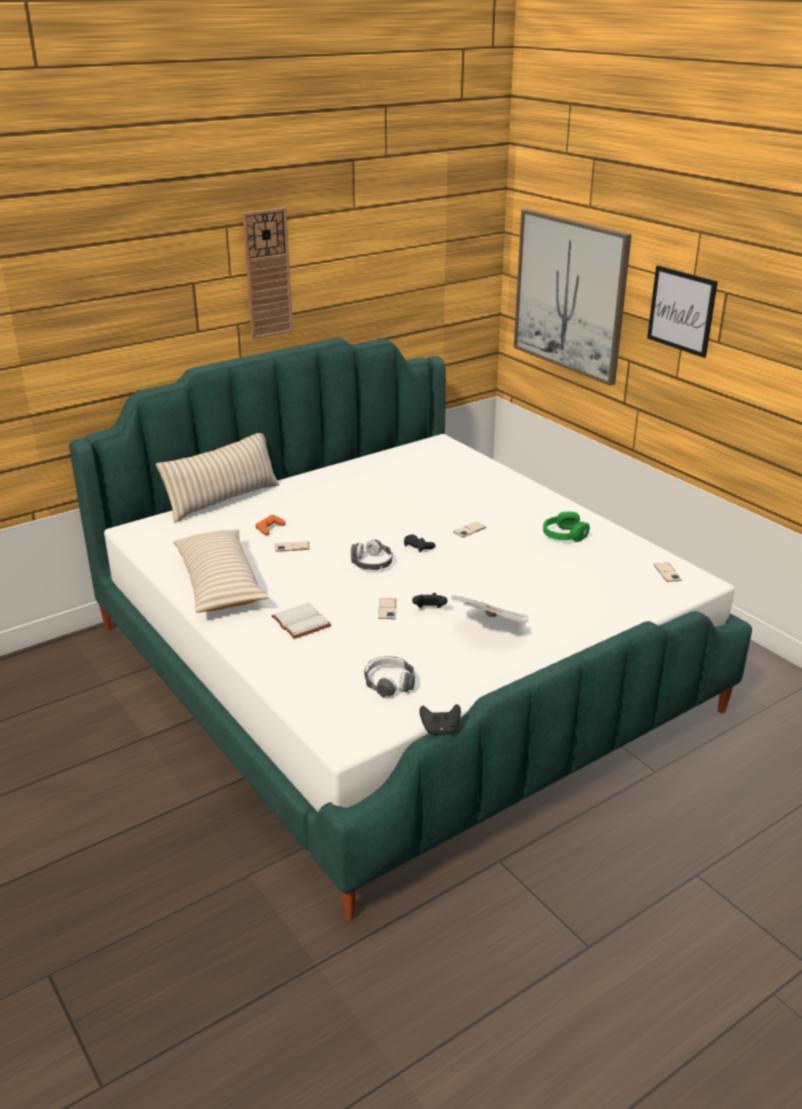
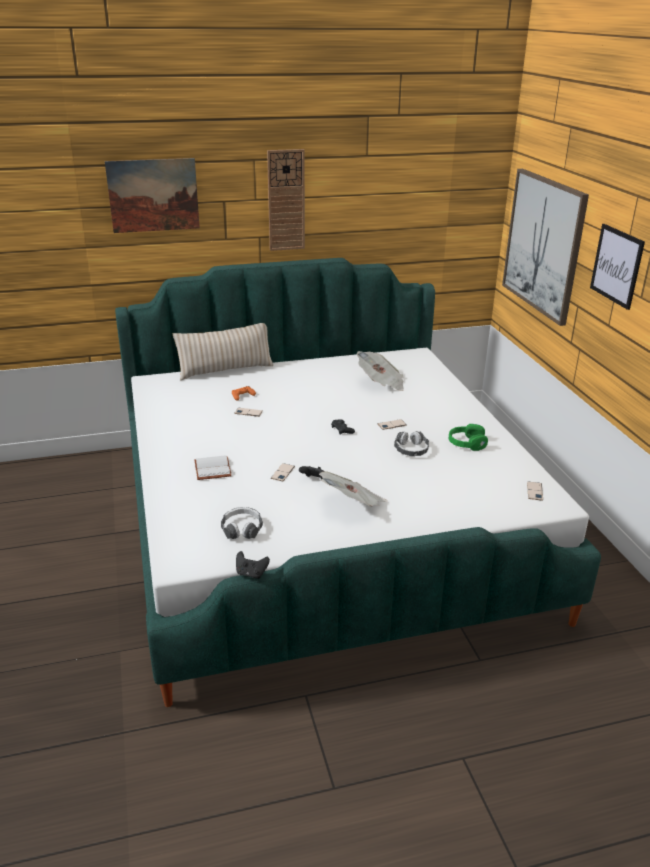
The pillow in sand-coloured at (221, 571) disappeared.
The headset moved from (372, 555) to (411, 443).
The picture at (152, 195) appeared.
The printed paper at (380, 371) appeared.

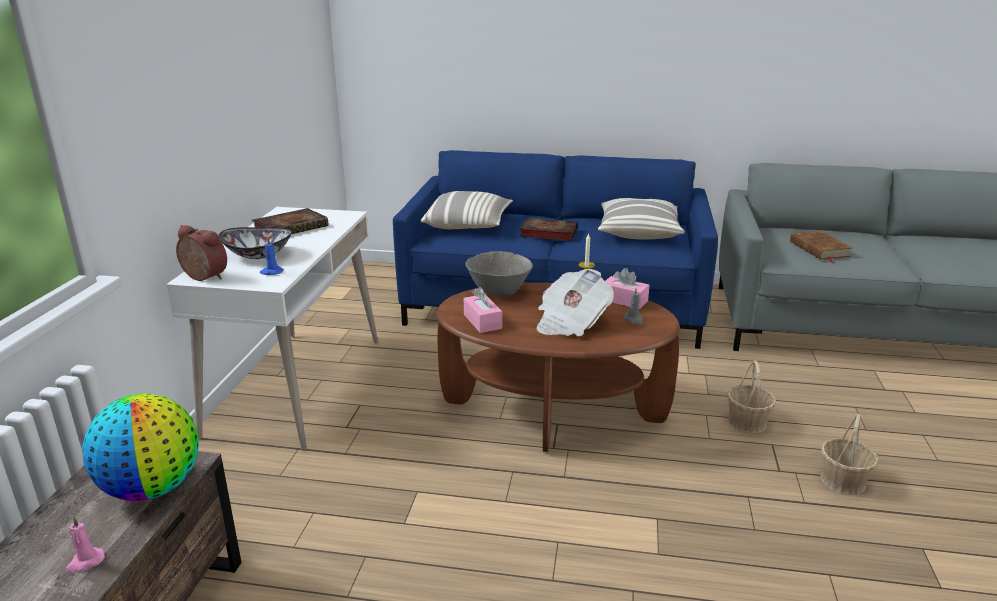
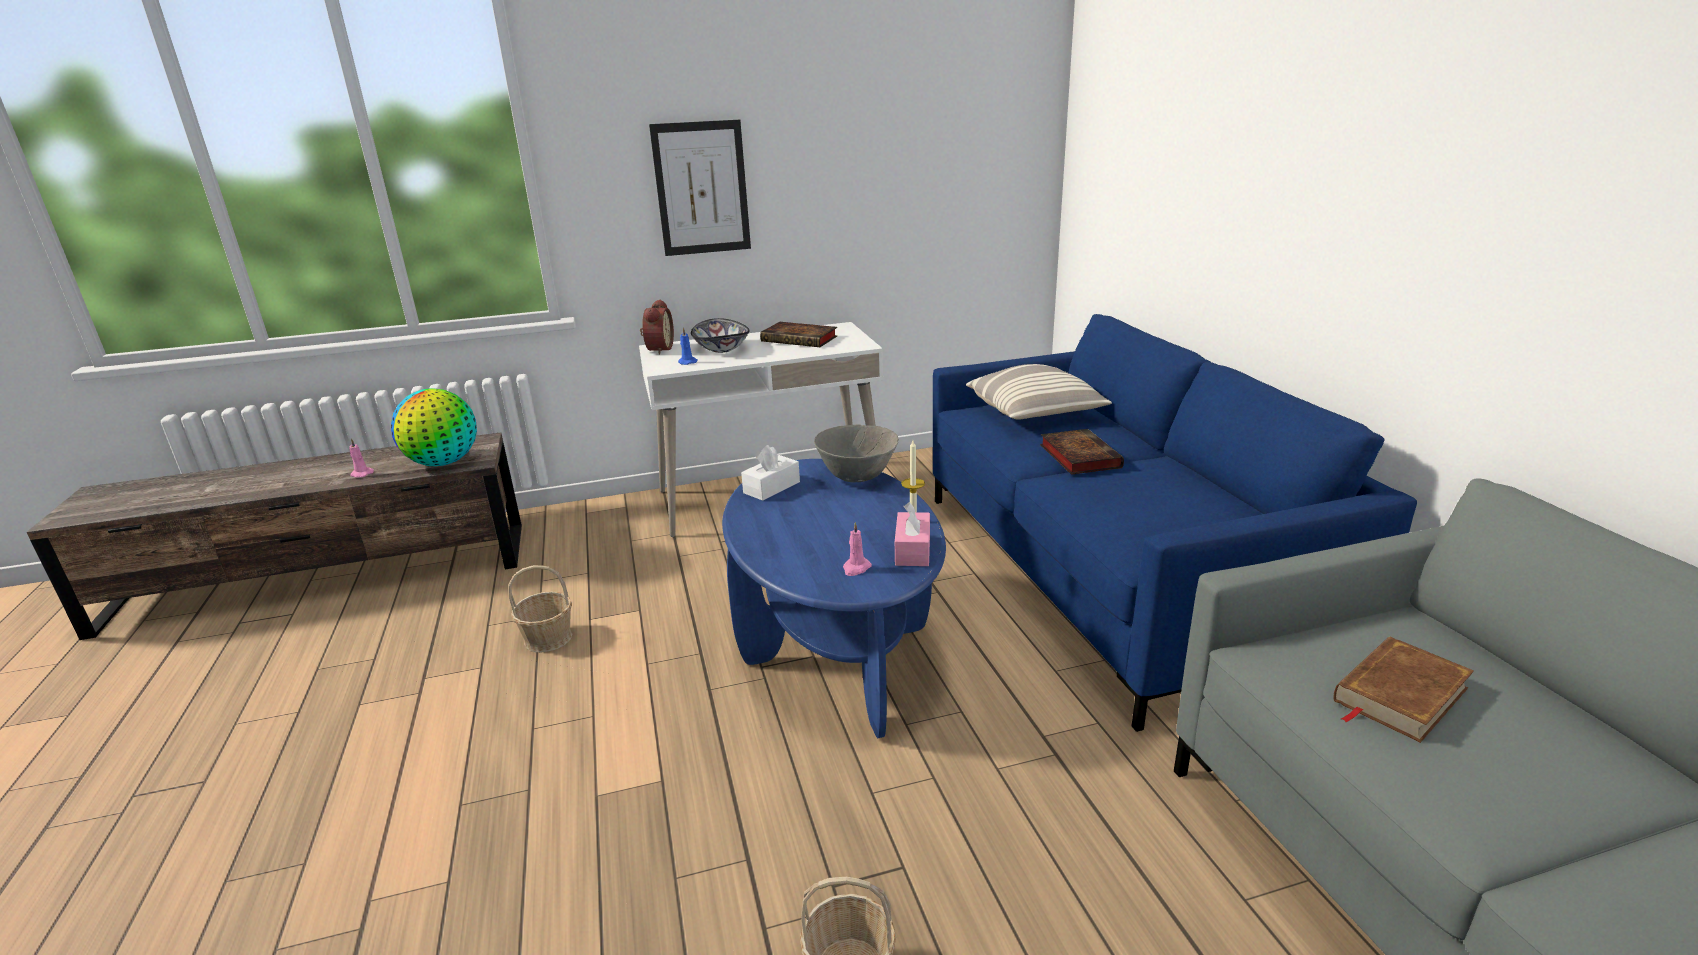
The coffee table in brown at (558, 367) became the coffee table in blue-coloured at (834, 598).
The tissue holder in pink at (483, 310) became the tissue holder in whitish at (770, 473).
The printed paper at (575, 302) disappeared.
The pillow at (641, 219) disappeared.
The candle in greyish at (633, 306) became the candle in pink at (857, 549).
The storage basket moved from (751, 397) to (540, 609).
The picture at (700, 188) appeared.

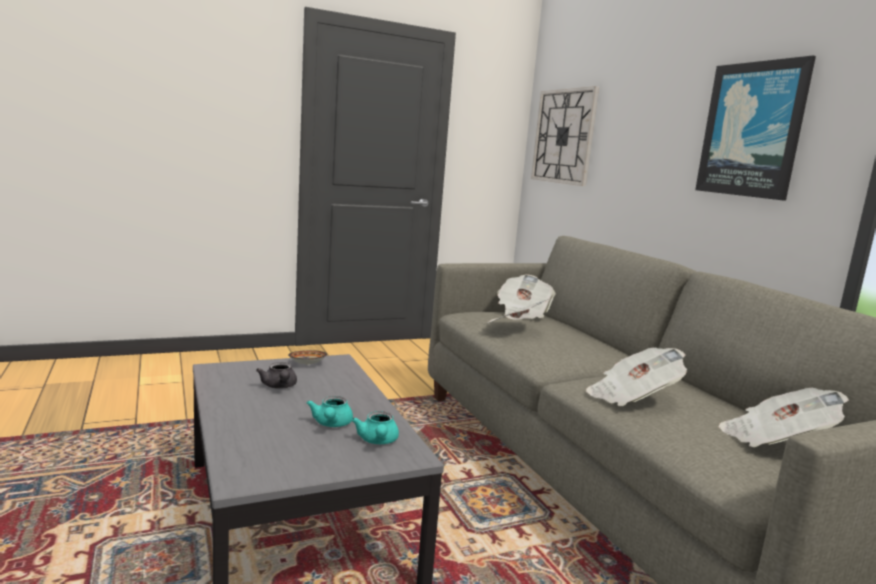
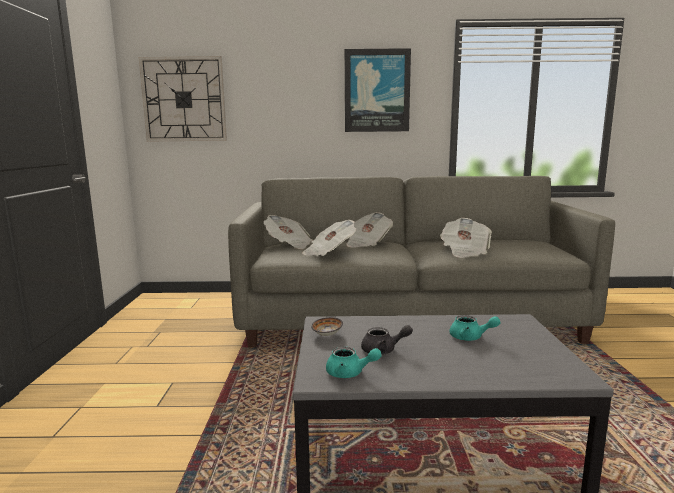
The teapot in blue-green moved from (375, 427) to (354, 362).
The printed paper moved from (784, 417) to (369, 230).

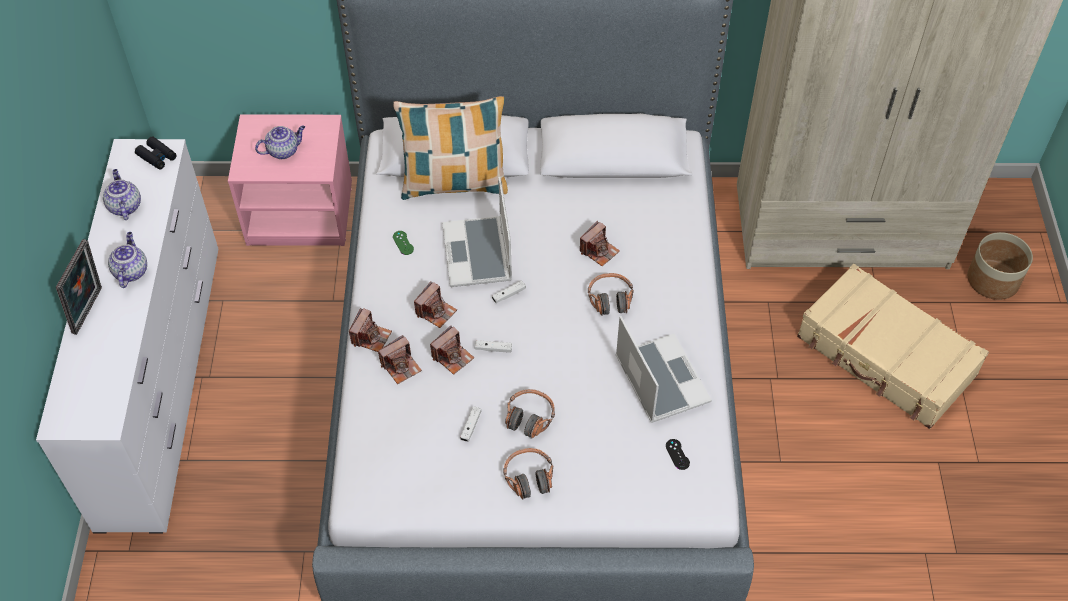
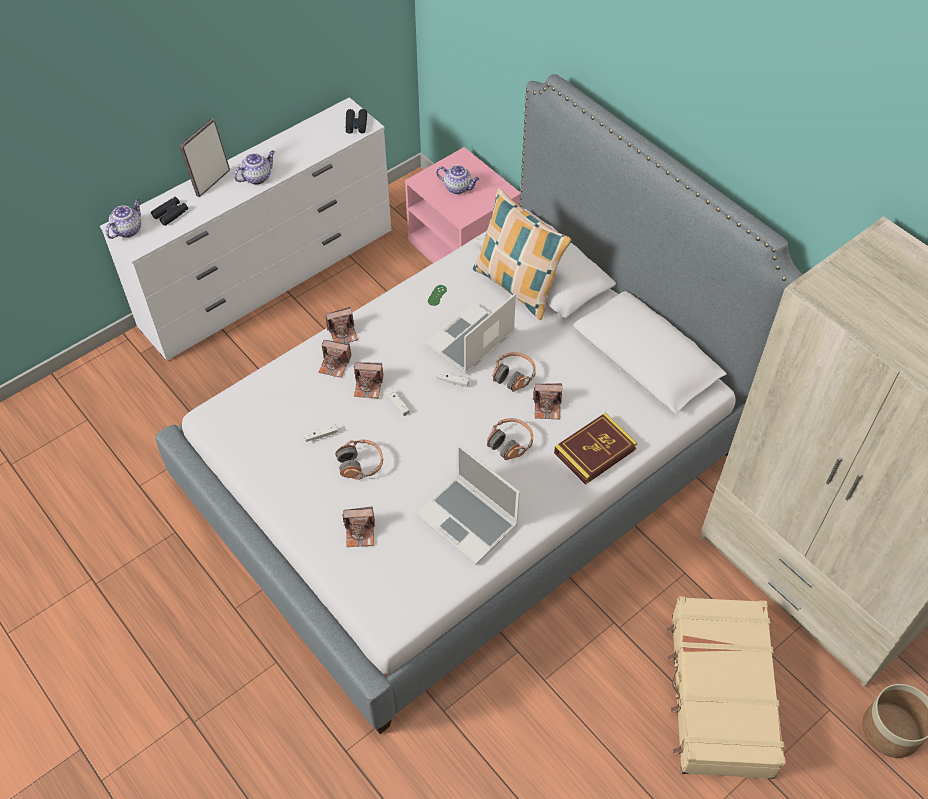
The picture frame at (79, 287) turned 150 degrees clockwise.
The teapot moved from (122, 194) to (123, 219).
The still camera moved from (435, 305) to (358, 527).
The headset moved from (528, 473) to (514, 372).
The laptop at (664, 369) turned 105 degrees clockwise.
The joypad in black at (678, 454) disappeared.
The field glasses in black at (169, 211) appeared.
The bound book at (595, 449) appeared.

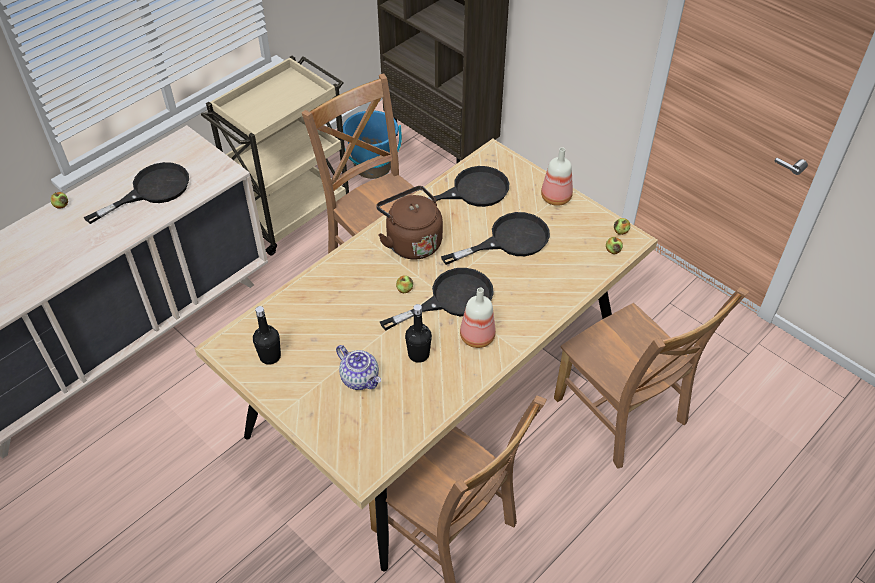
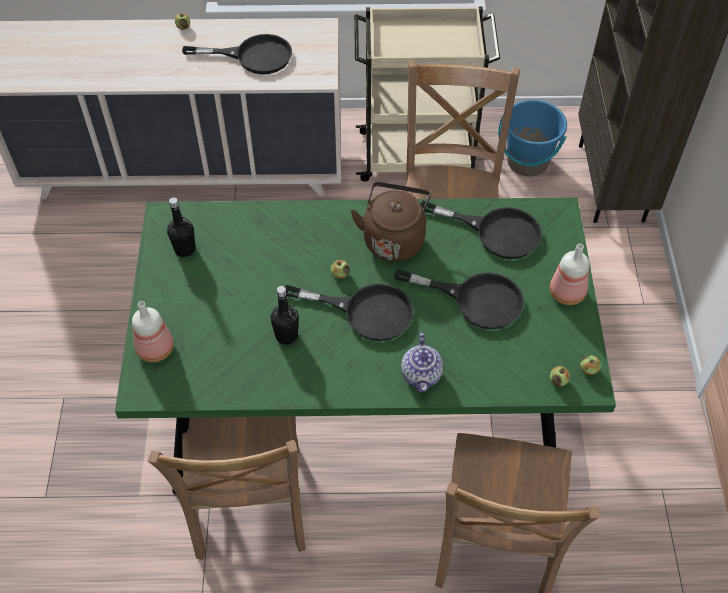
The dining table in sand-coloured at (426, 355) became the dining table in greenish at (365, 346).
The teapot moved from (358, 367) to (422, 363).
The drink bottle moved from (478, 318) to (153, 331).

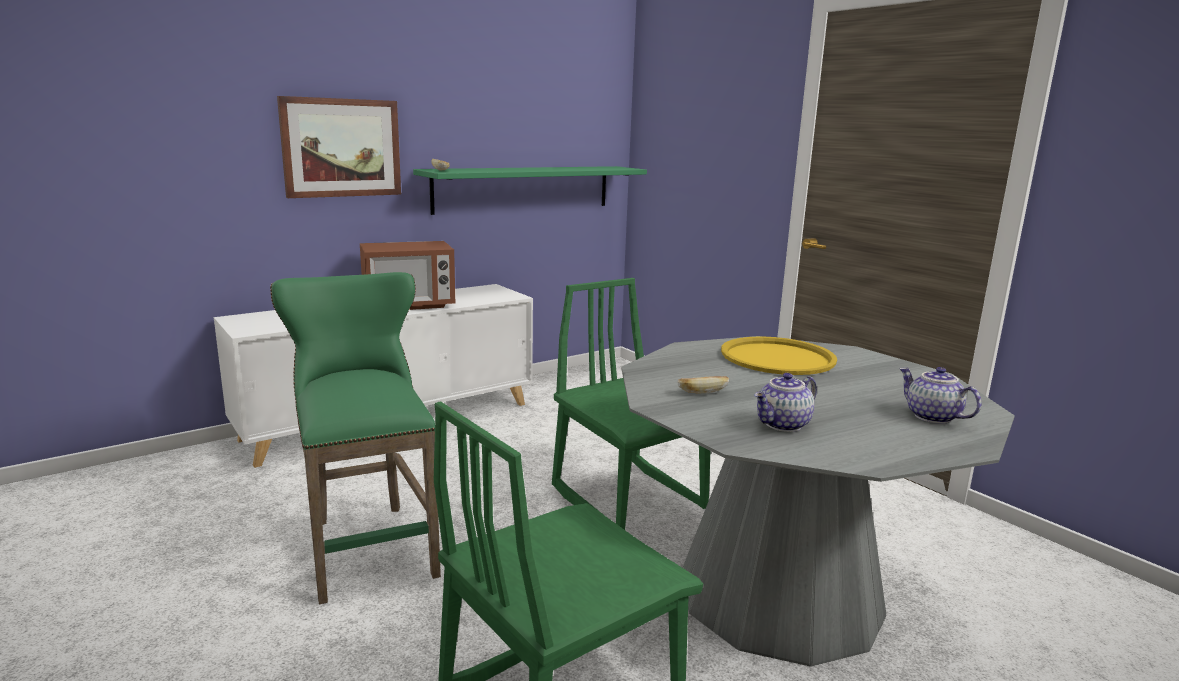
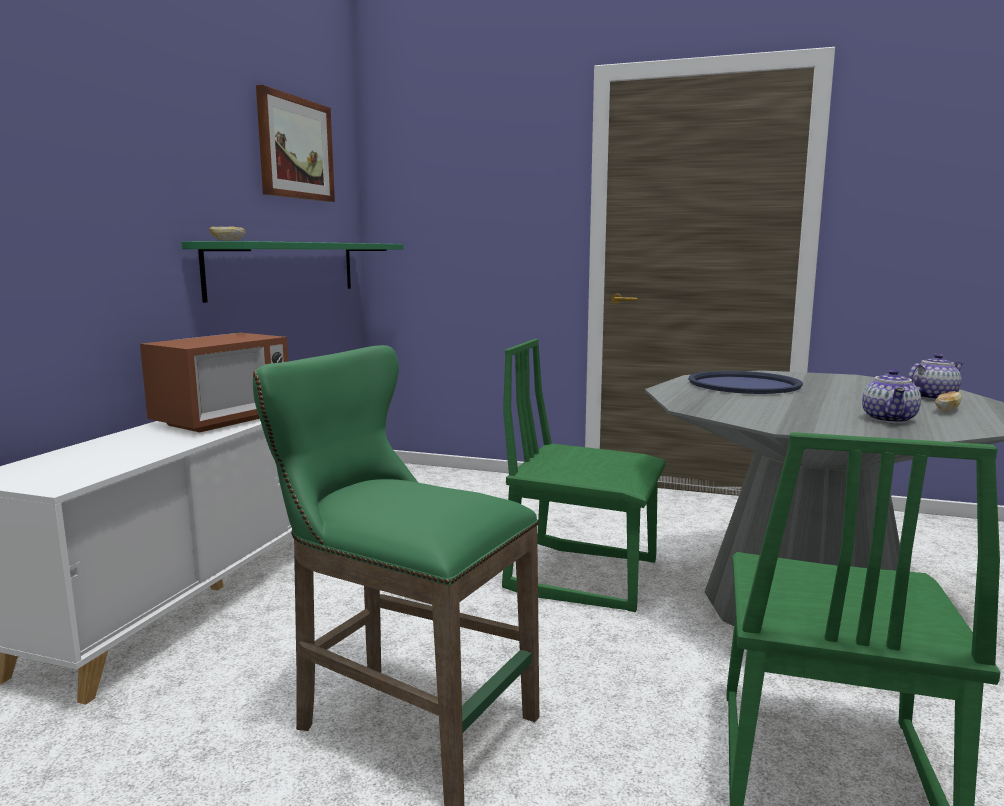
The picture moved from (339, 147) to (295, 143).
The bread moved from (703, 384) to (948, 401).
The serving tray in yellow at (779, 355) became the serving tray in blue-coloured at (746, 382).
The teapot at (940, 395) turned 135 degrees clockwise.

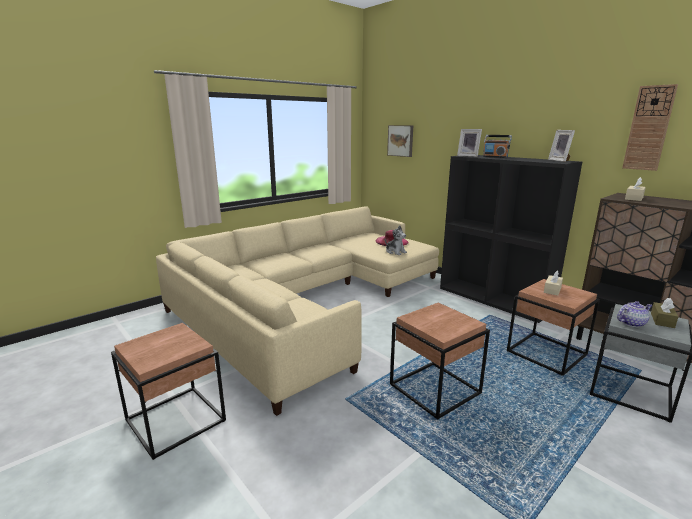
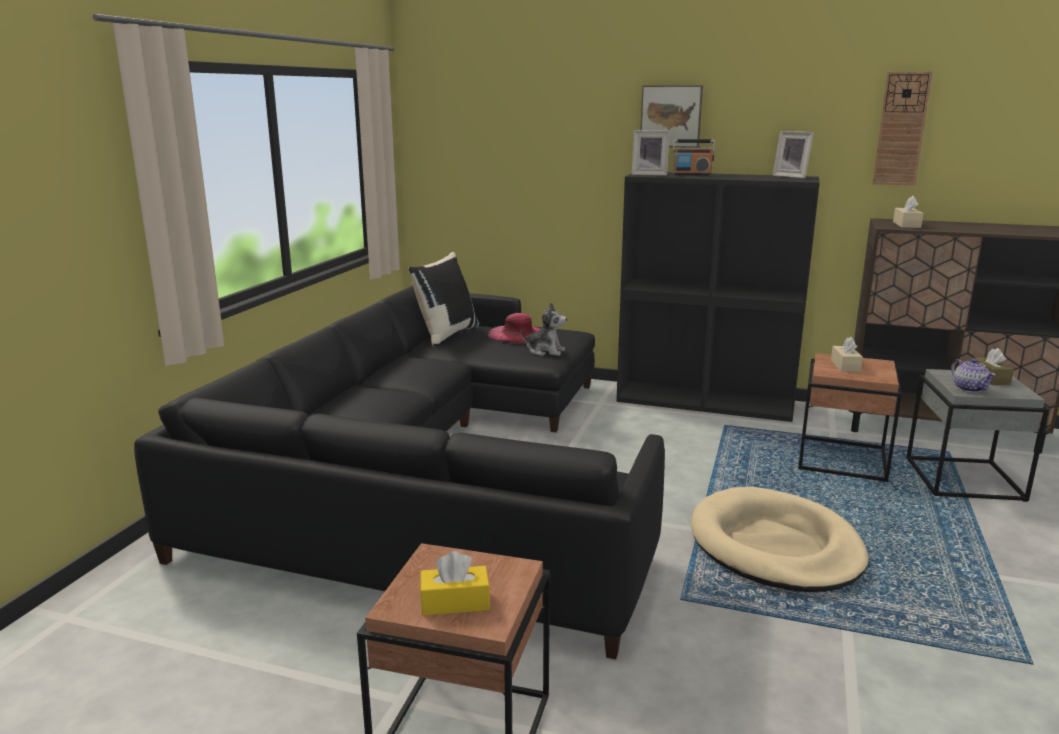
The couch in sand-coloured at (297, 311) became the couch in black at (399, 472).
The picture moved from (400, 141) to (671, 116).
The accent table in brown at (440, 361) was replaced by the pet bed in sand-coloured at (780, 539).
The teapot at (634, 314) turned 120 degrees clockwise.
The pillow in black at (444, 299) appeared.
The tissue holder in yellow at (455, 583) appeared.

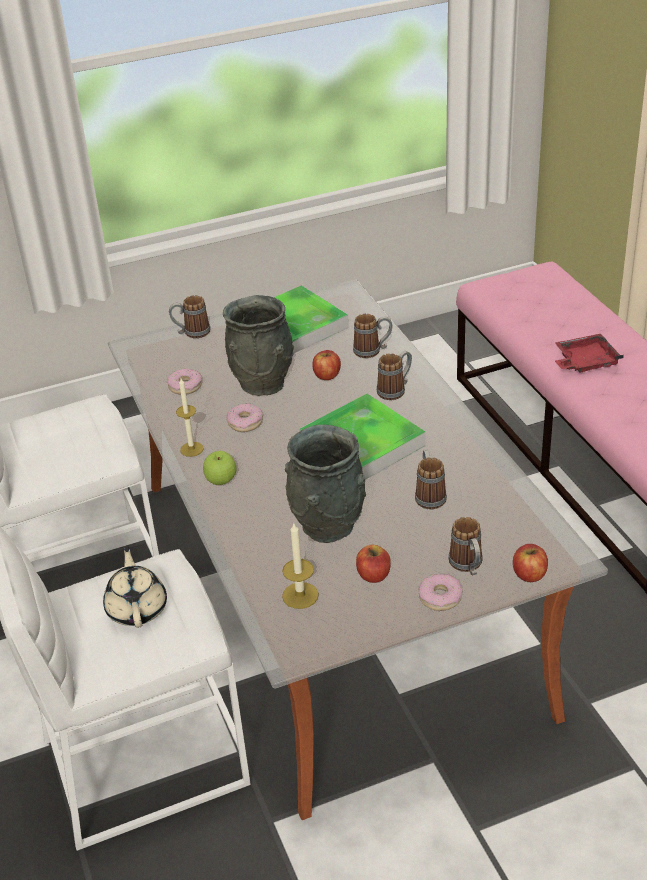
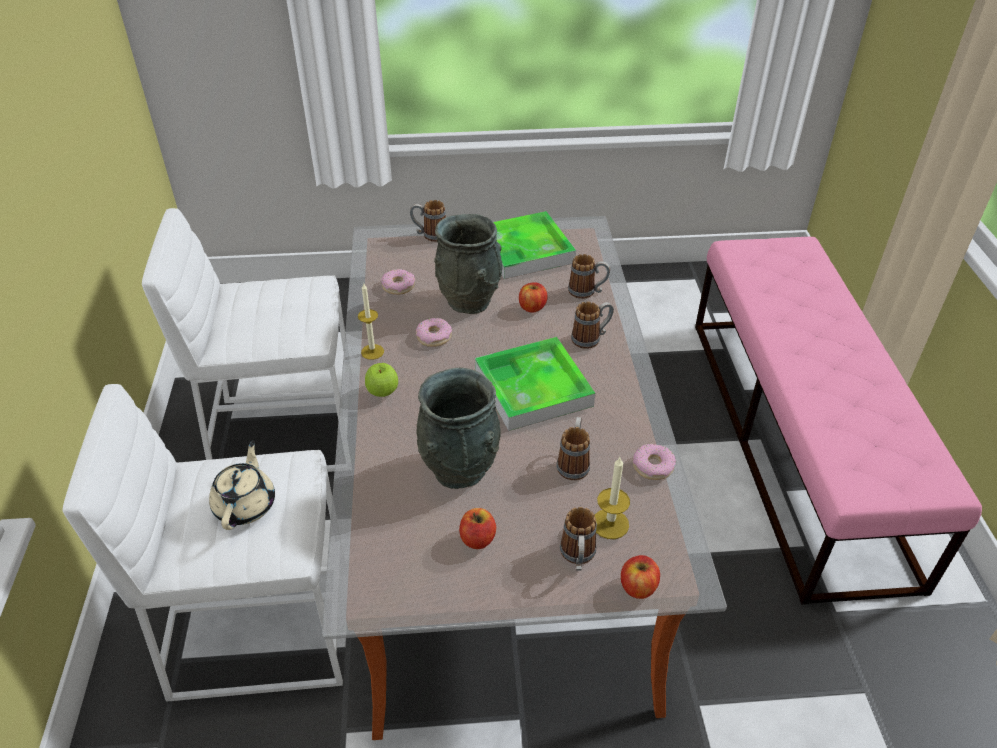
The candle moved from (300, 565) to (612, 498).
The ring doughnut moved from (440, 592) to (654, 462).
The serving tray in red at (589, 353) disappeared.

